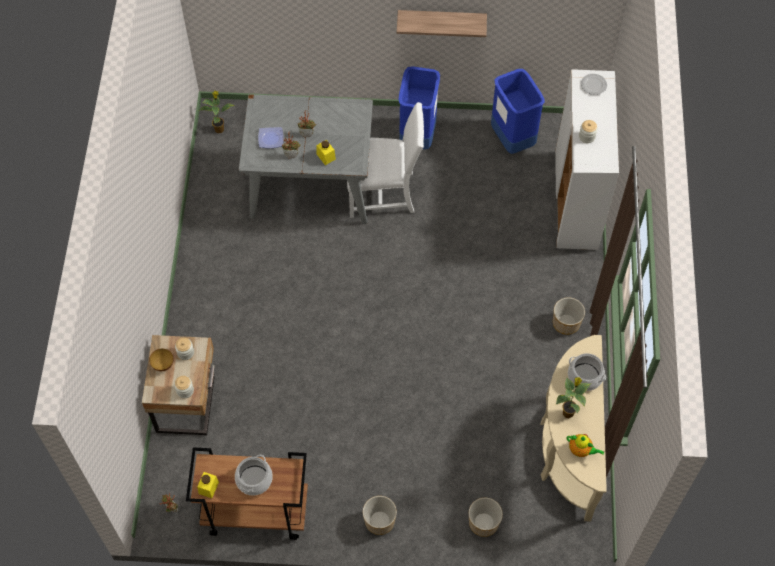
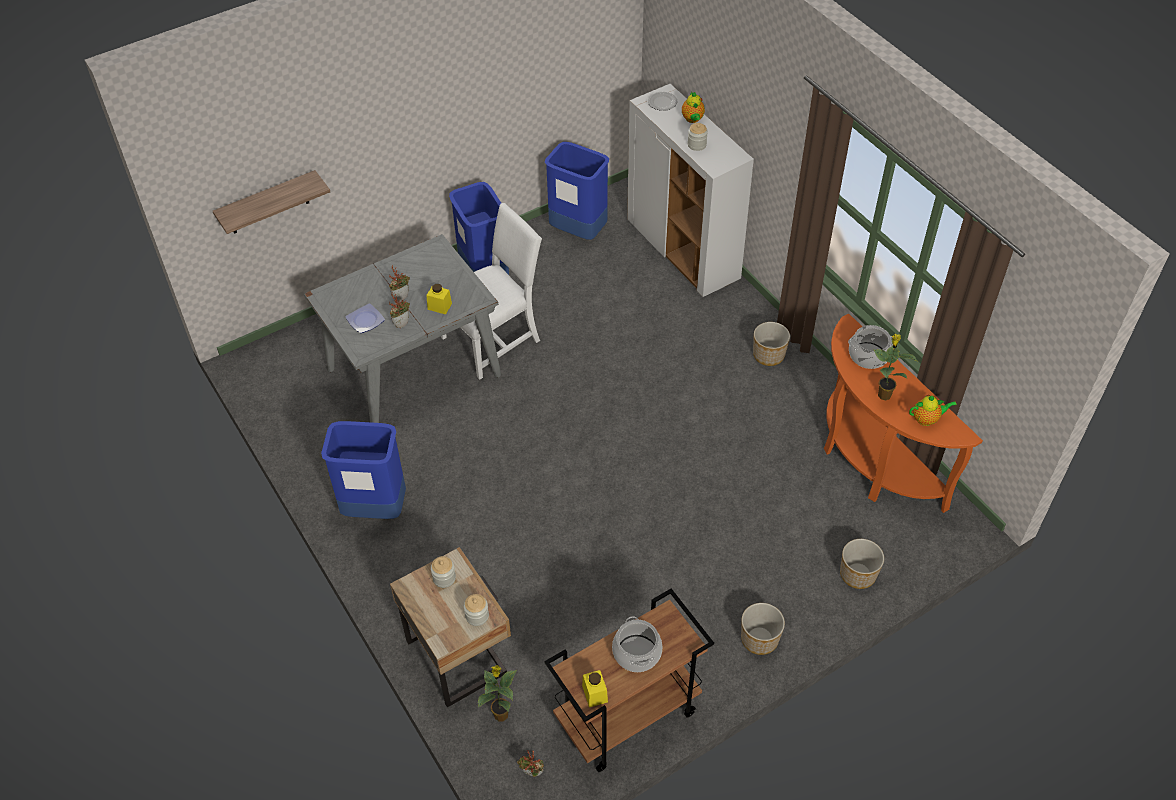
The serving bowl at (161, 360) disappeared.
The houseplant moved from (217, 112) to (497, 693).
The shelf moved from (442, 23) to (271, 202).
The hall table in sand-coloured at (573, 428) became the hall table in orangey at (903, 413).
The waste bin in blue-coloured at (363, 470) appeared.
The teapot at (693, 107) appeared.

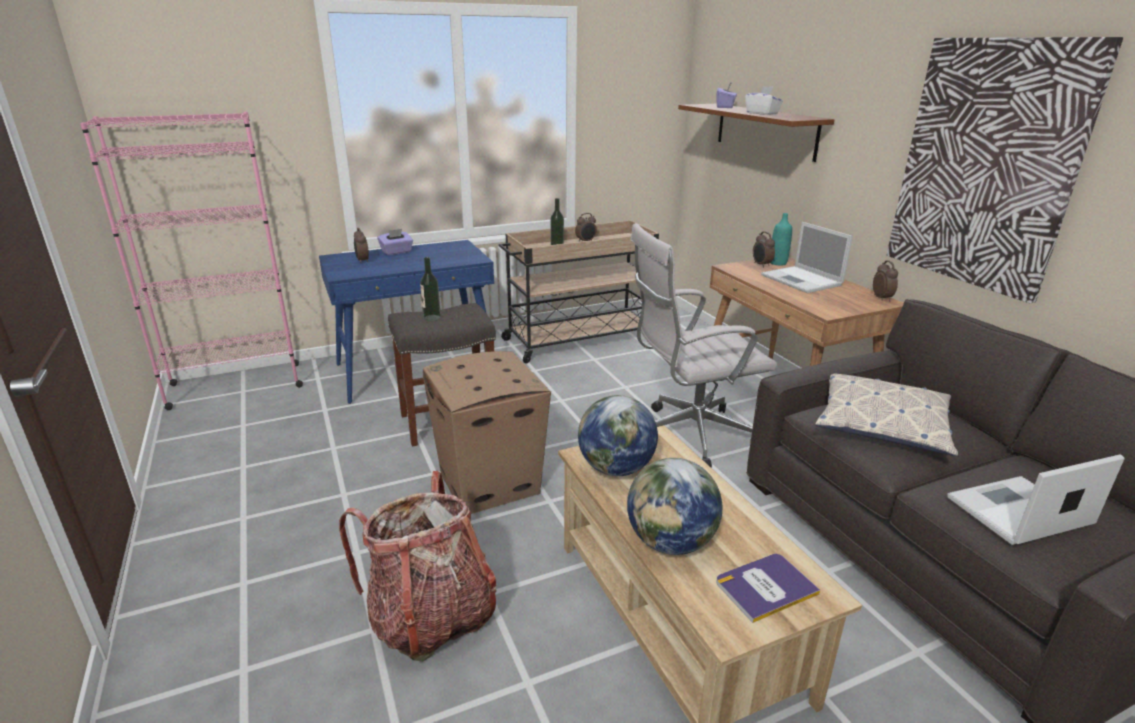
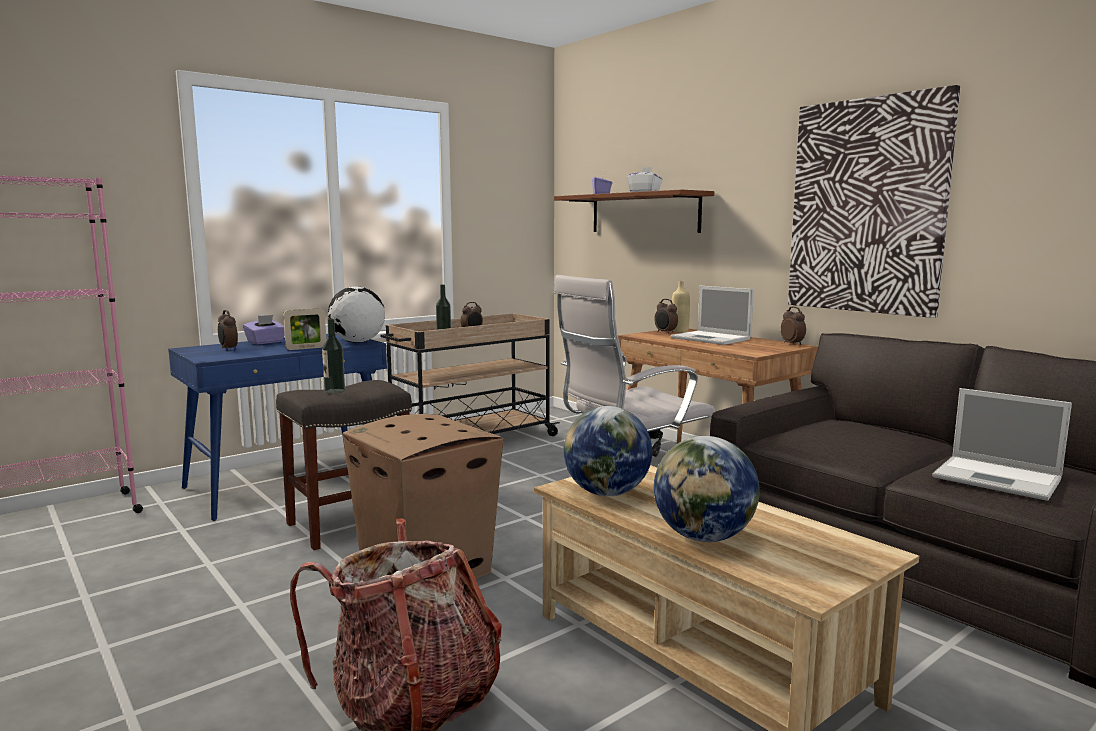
The bound book at (768, 588) disappeared.
The drink bottle in blue-green at (781, 239) became the drink bottle in sand-coloured at (681, 306).
The pillow at (886, 414) disappeared.
The laptop at (1036, 499) turned 105 degrees counterclockwise.
The picture frame at (304, 329) appeared.
The world globe at (356, 314) appeared.

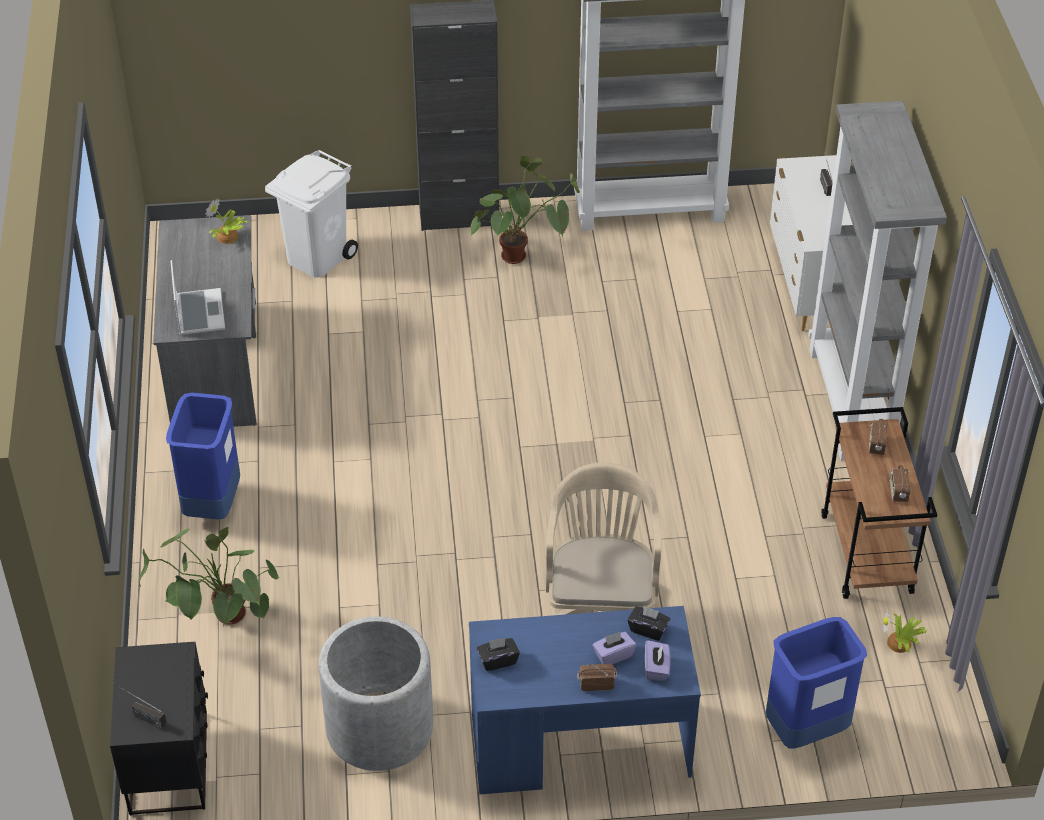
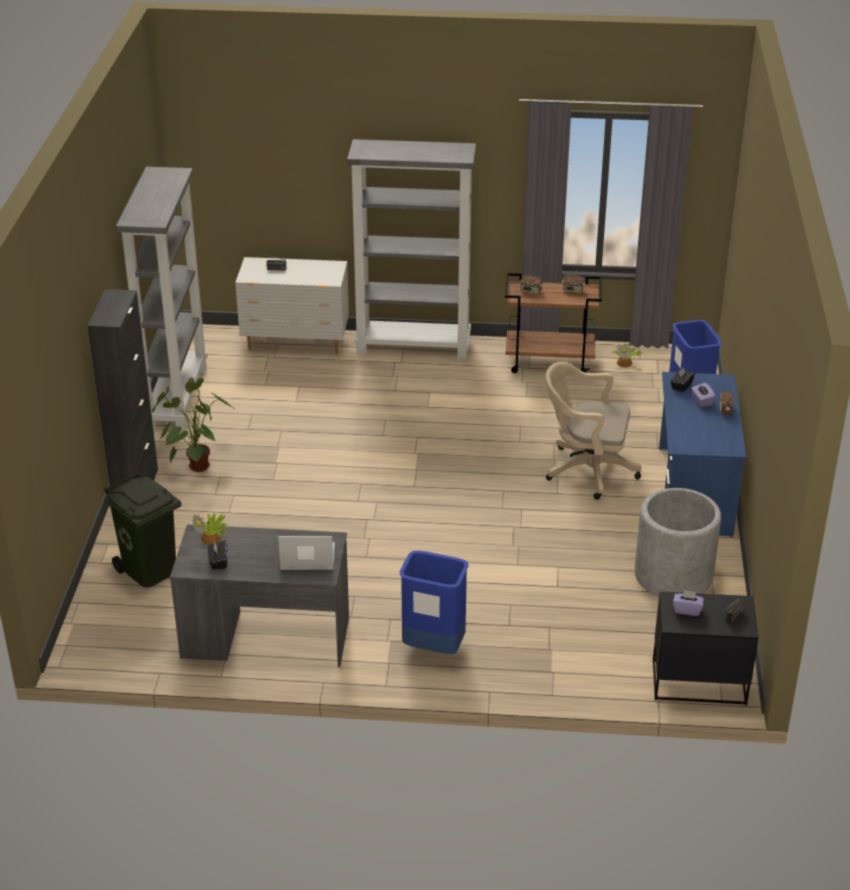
The houseplant at (209, 576) disappeared.
The waste bin in whitish at (311, 214) became the waste bin in greenish at (142, 530).
The tissue holder in black moved from (498, 654) to (217, 555).
The tissue holder in purple moved from (657, 660) to (688, 603).

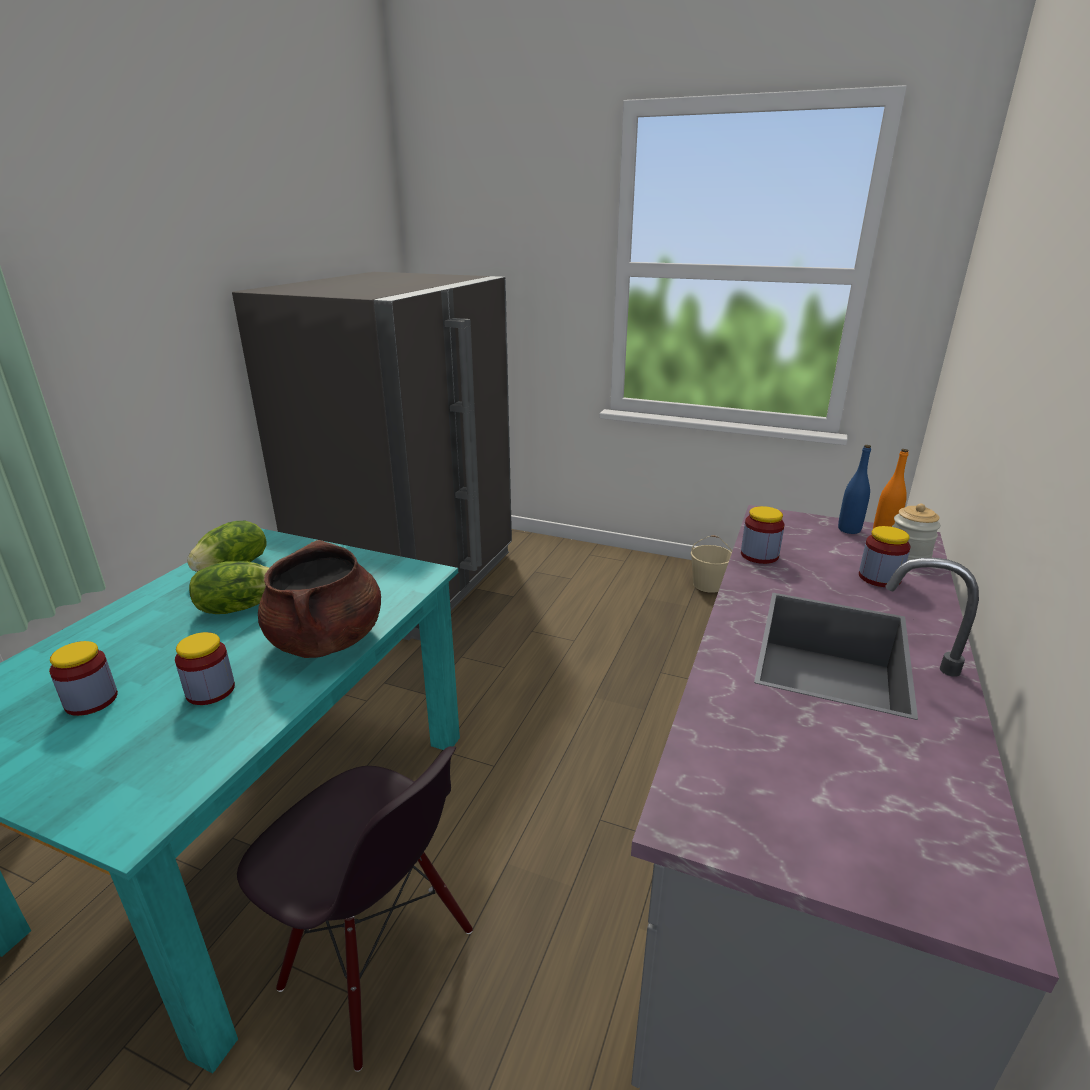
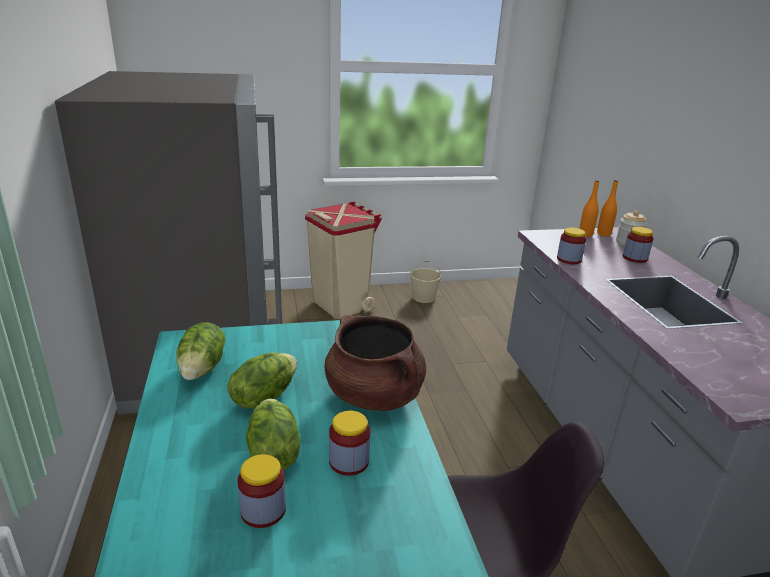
The drink bottle in blue-coloured at (854, 489) became the drink bottle in orangey at (589, 208).
The lettuce at (273, 434) appeared.
The waste bin in sand-coloured at (343, 260) appeared.

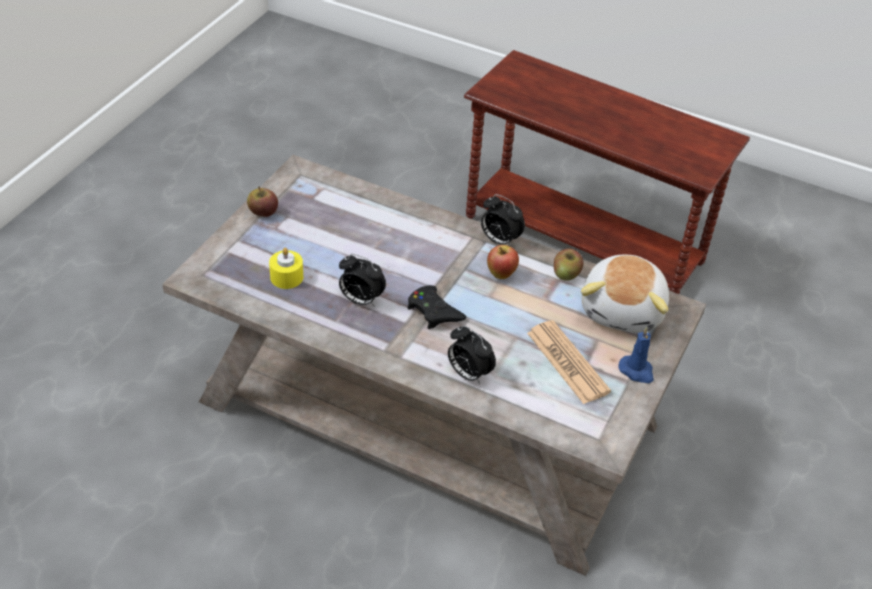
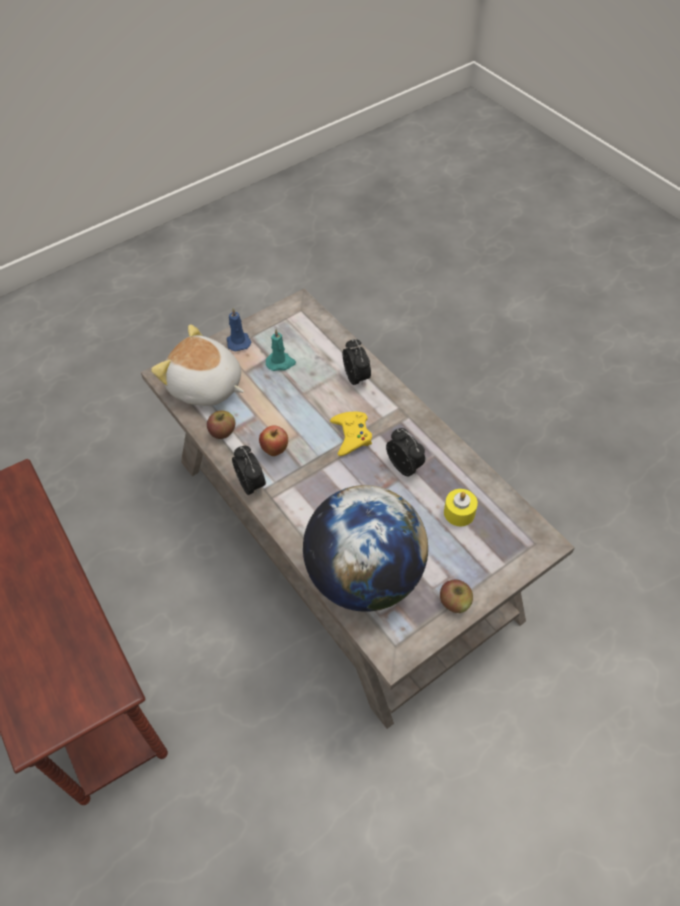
The joypad in black at (437, 307) became the joypad in yellow at (351, 434).
The printed paper at (569, 362) was replaced by the candle in blue-green at (281, 350).
The plush toy at (625, 294) turned 105 degrees counterclockwise.
The world globe at (365, 548) appeared.

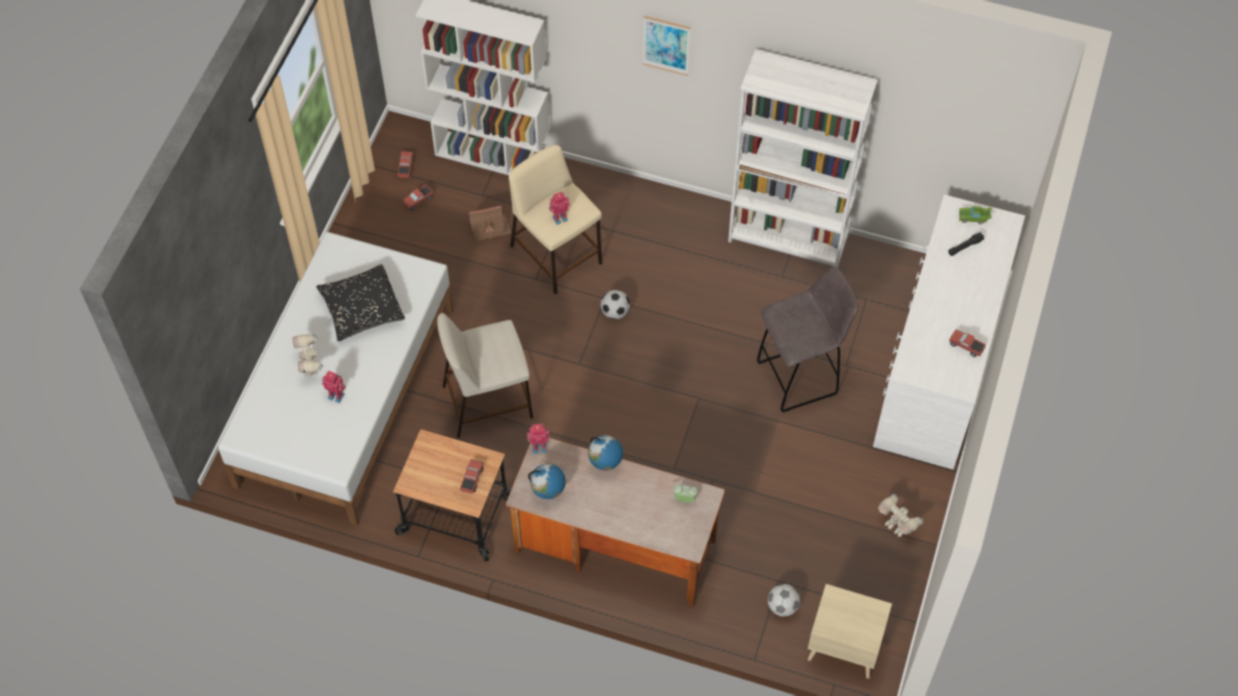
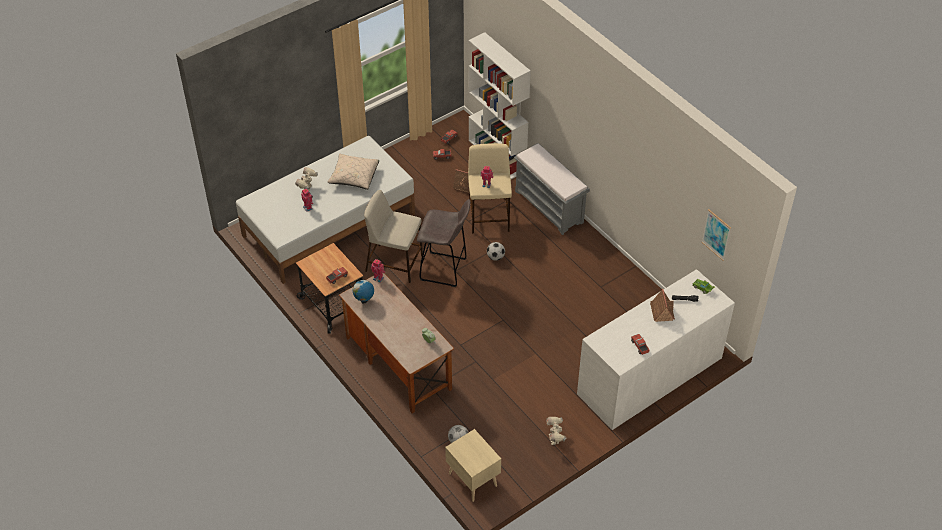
The pillow in black at (360, 302) became the pillow in sand-coloured at (353, 172).
The world globe at (605, 452) disappeared.
The picture moved from (666, 46) to (716, 235).
The bookcase in whitish at (803, 158) disappeared.
The stool in greyish moved from (807, 339) to (444, 243).
The indoor bench in greyish at (552, 189) appeared.
The model house at (662, 305) appeared.

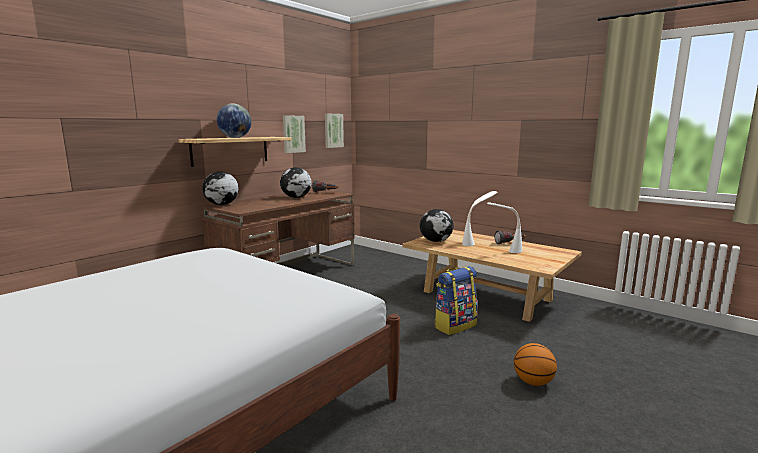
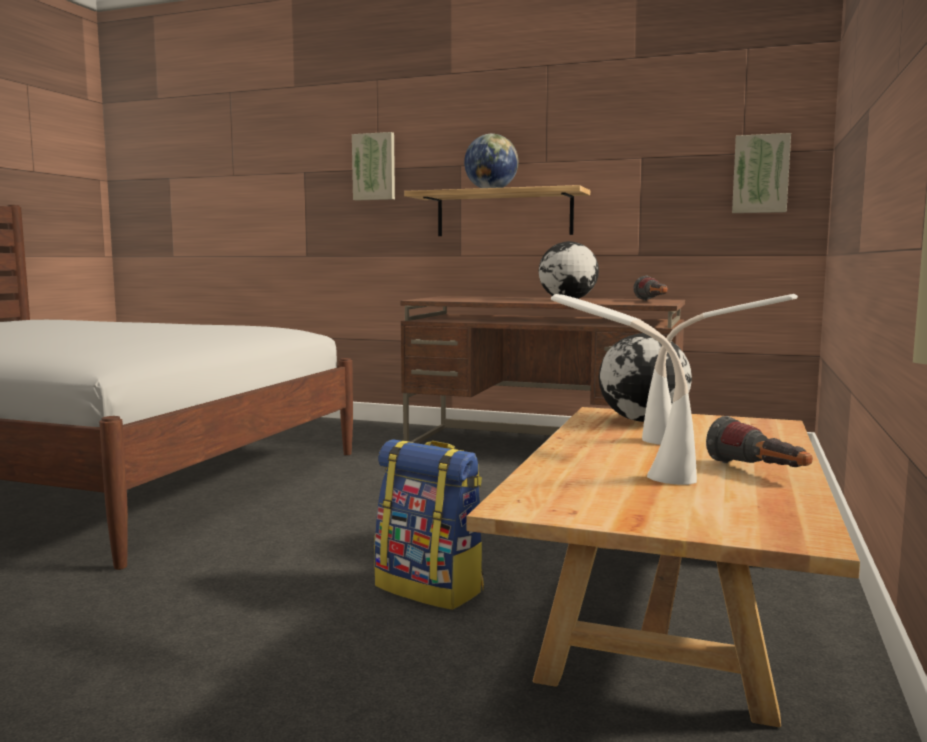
The world globe at (220, 188) disappeared.
The picture moved from (294, 134) to (373, 166).
The ball for basketball at (535, 364) disappeared.

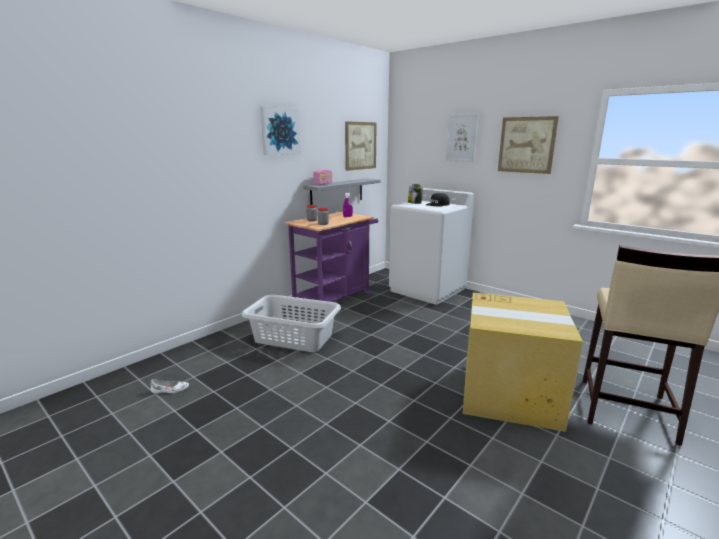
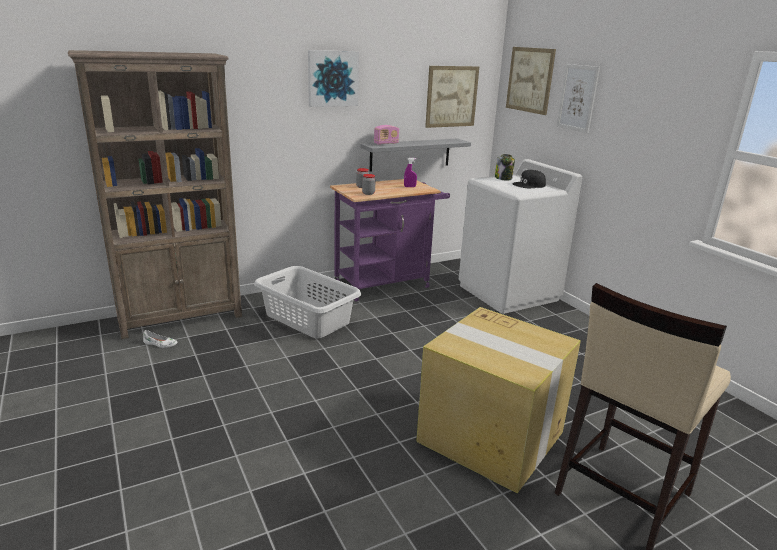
The picture moved from (528, 145) to (531, 81).
The bookcase in brown at (155, 194) appeared.

